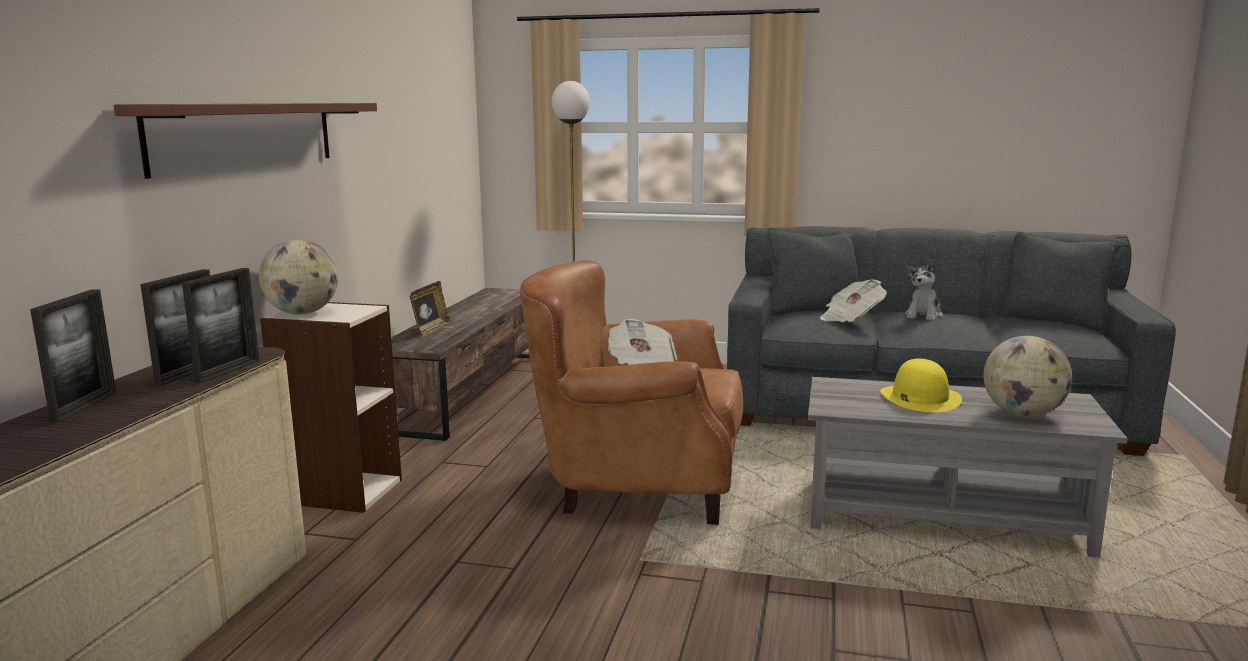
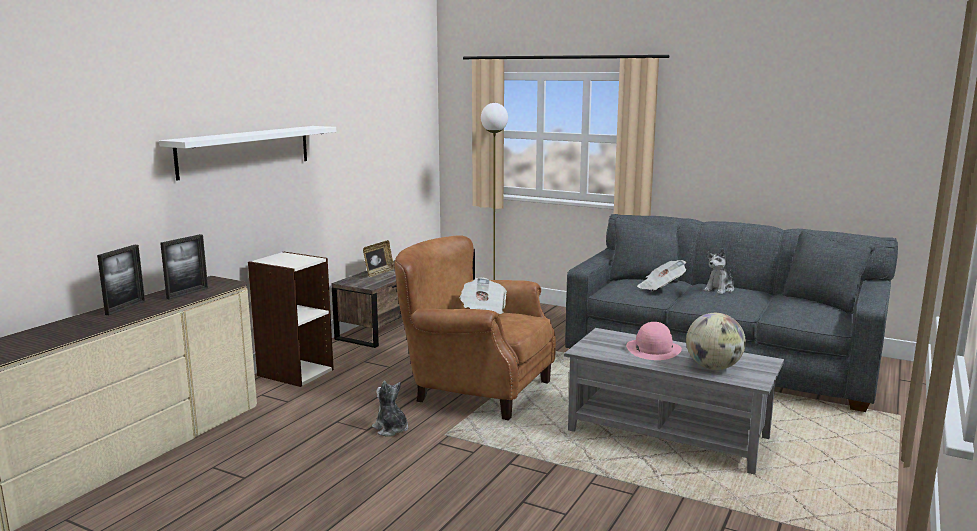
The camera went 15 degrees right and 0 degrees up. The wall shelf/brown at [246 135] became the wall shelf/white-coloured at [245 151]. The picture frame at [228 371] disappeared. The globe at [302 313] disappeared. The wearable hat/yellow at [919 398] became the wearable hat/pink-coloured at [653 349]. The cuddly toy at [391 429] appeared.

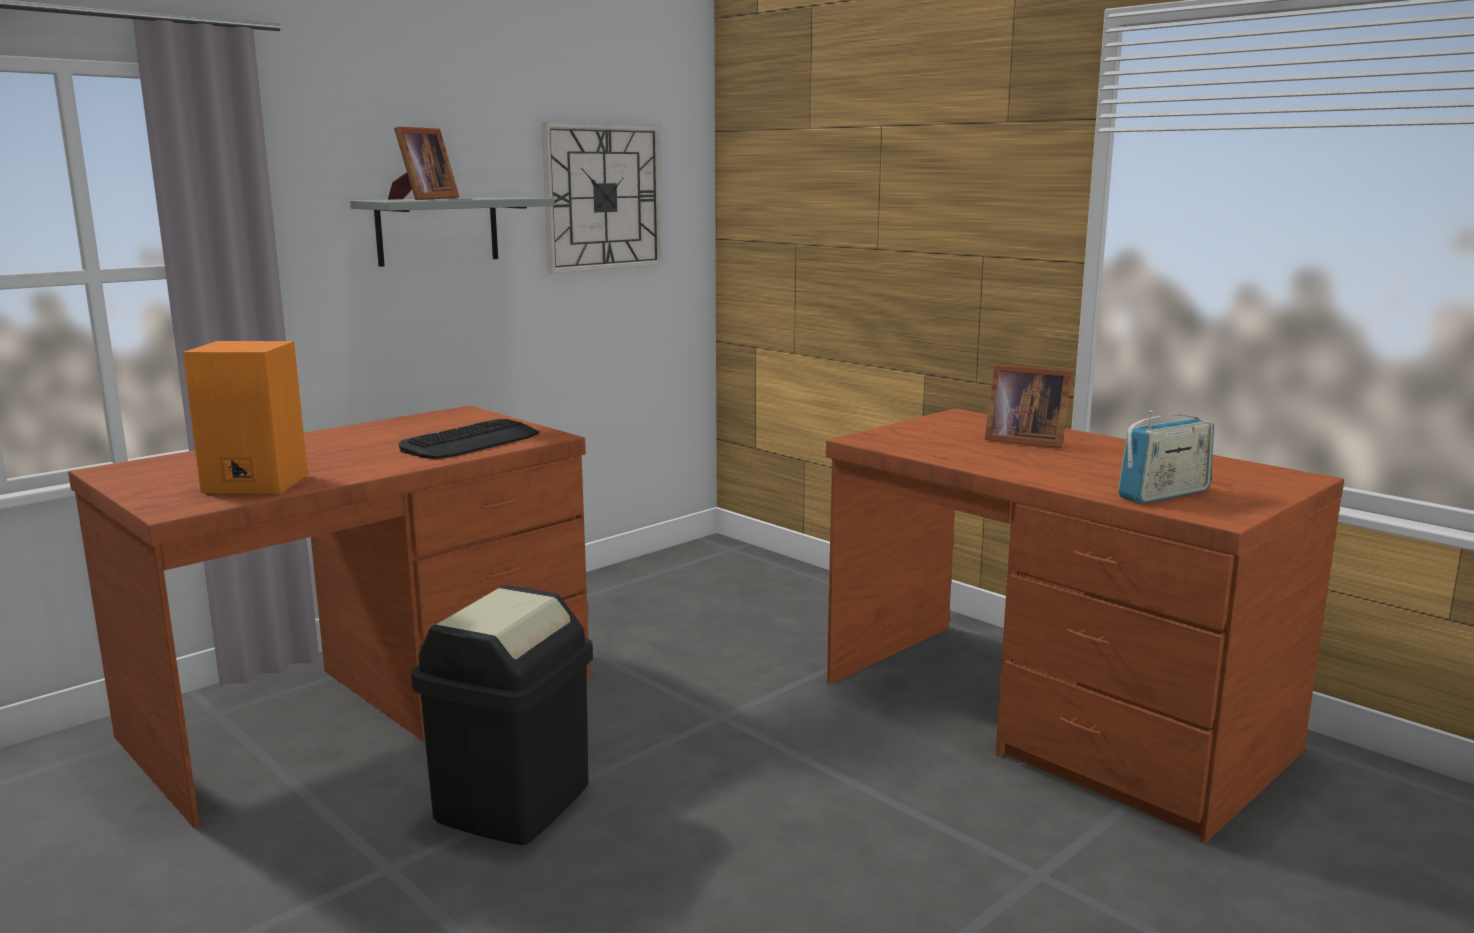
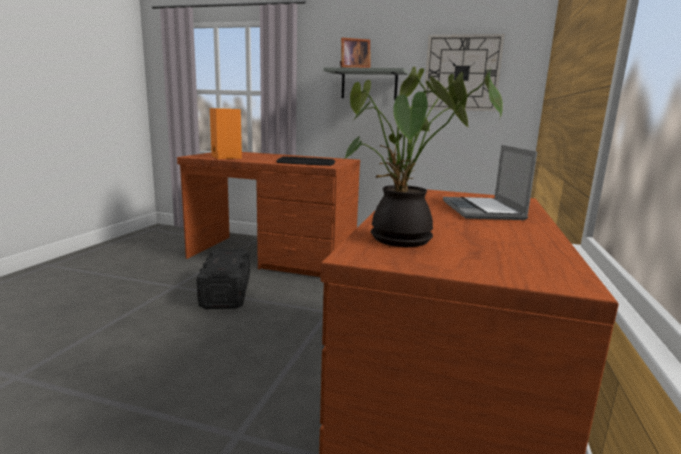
The camera went 60 degrees right and 0 degrees up. The trash can/black-coloured at [511 802] was replaced by the storage bin/black-coloured at [226 292]. The picture frame at [1023 440] was replaced by the notebook computer at [483 211]. The radio set at [1164 494] was replaced by the plant in a pot at [402 241].

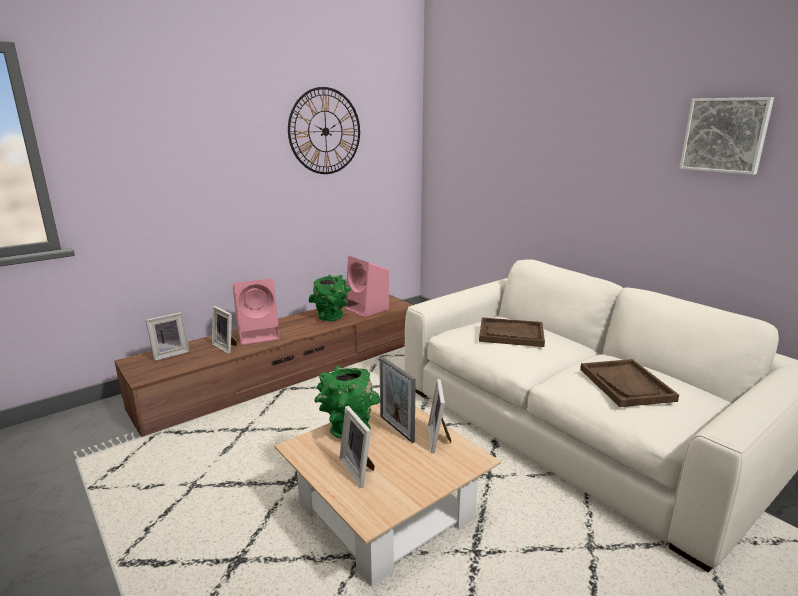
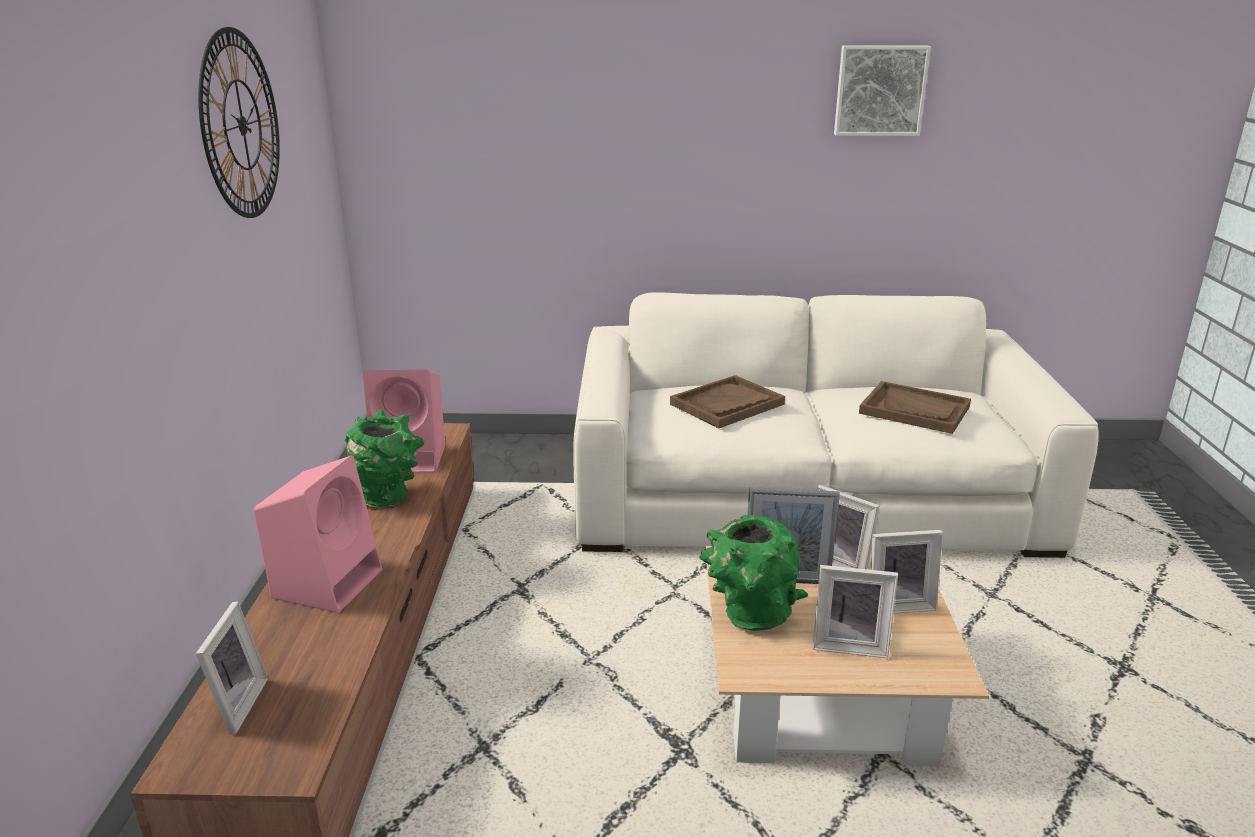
The camera went 50 degrees left and 5 degrees up. The picture frame moved from [226 347] to [897 604].

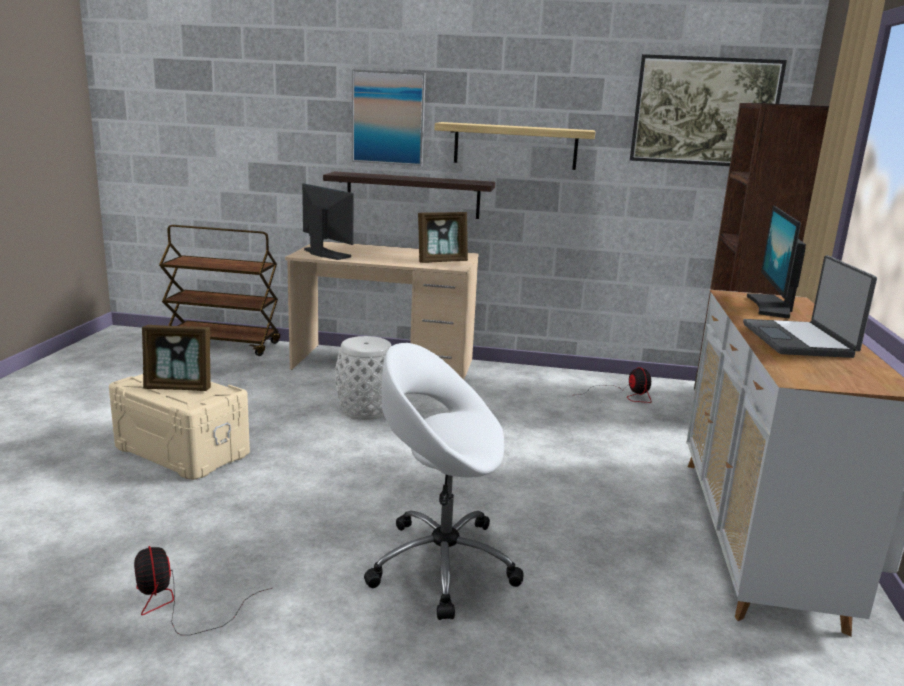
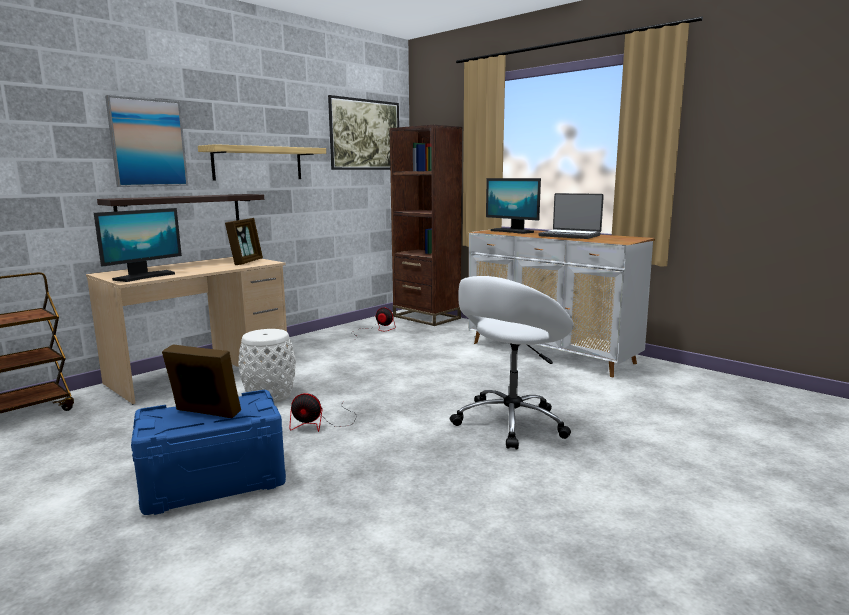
The camera went 55 degrees left and 5 degrees down. The storage bin/beige at [183 450] became the storage bin/blue at [214 481]. The cooling fan moved from [177 605] to [321 423]. The picture frame at [179 387] turned 105 degrees counterclockwise. The computer display at [325 254] turned 135 degrees clockwise.

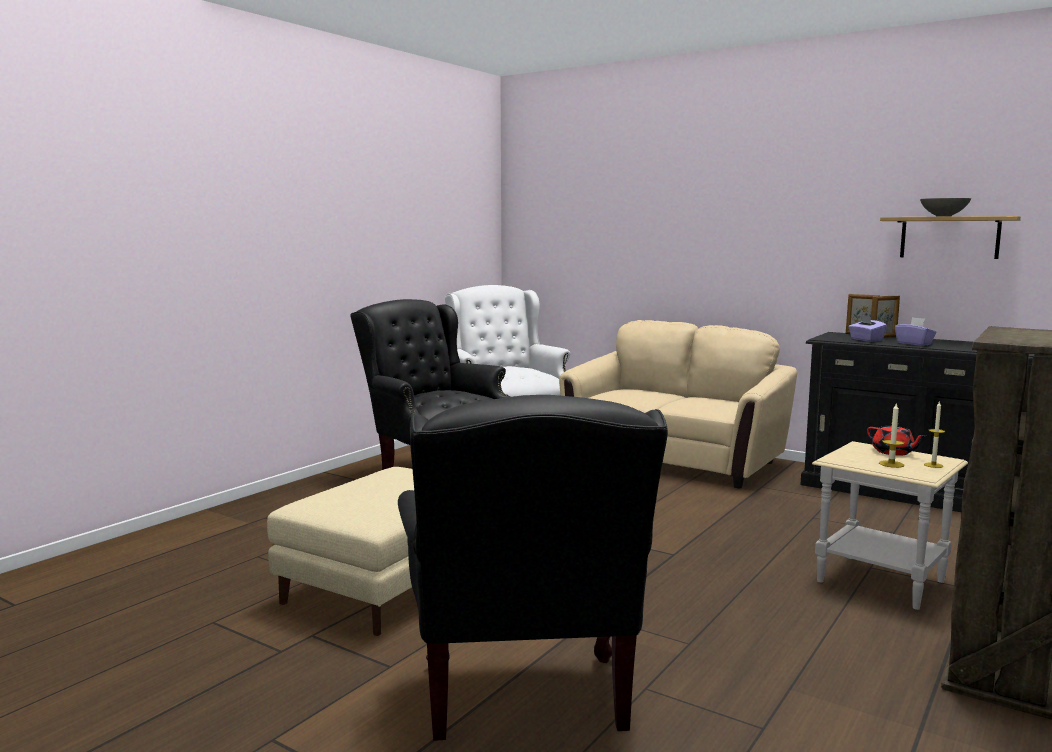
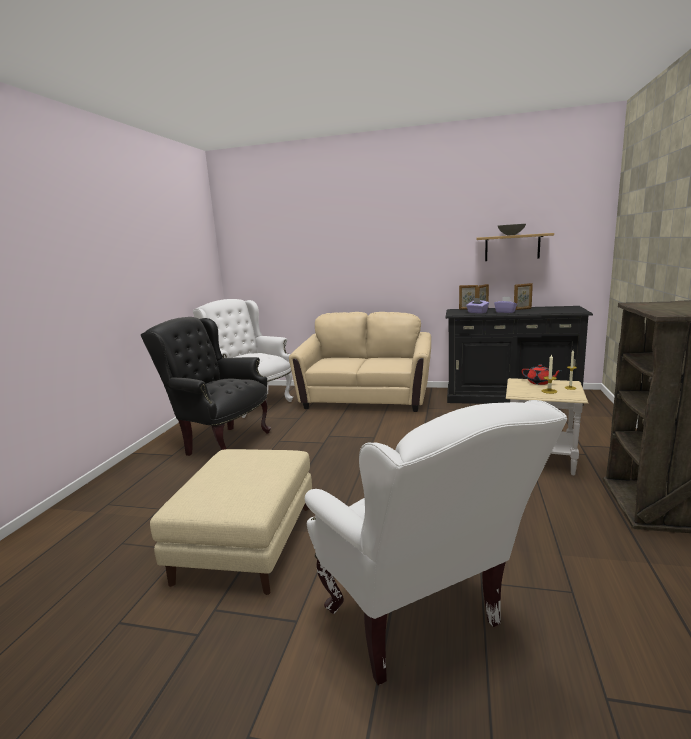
The camera went 20 degrees left and 5 degrees up. The easy chair/black-coloured at [528 712] became the easy chair/white-coloured at [425 631]. The picture frame at [522 309] appeared.

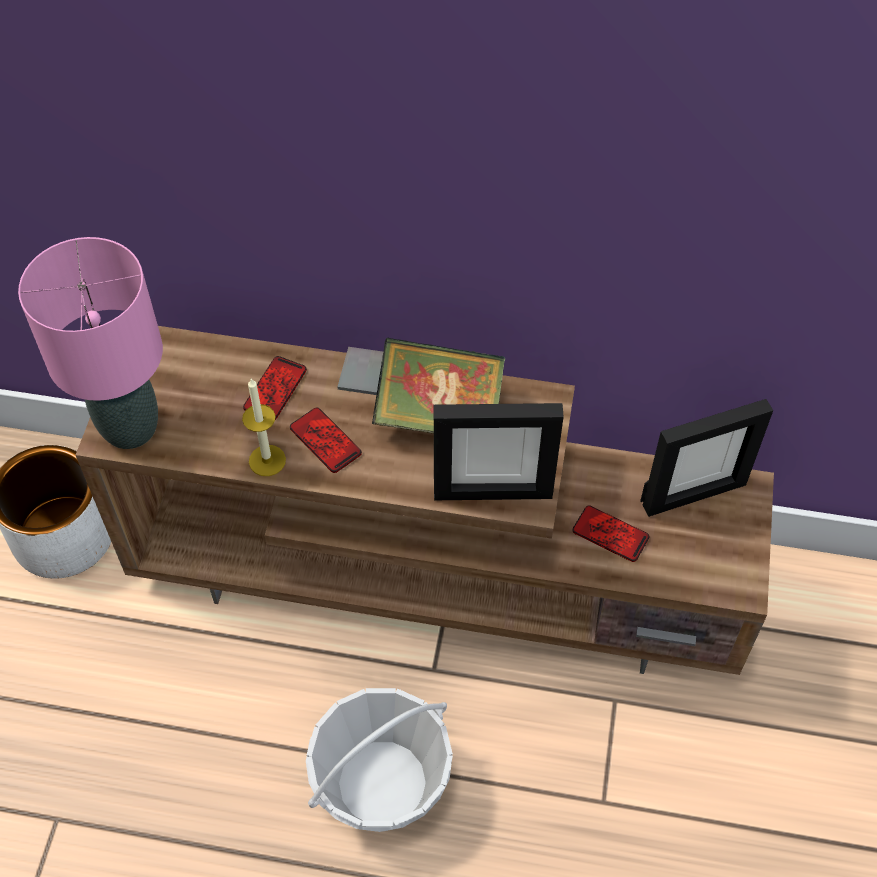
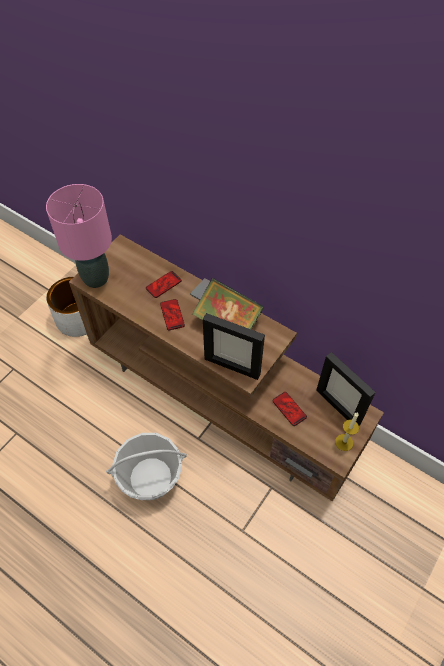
The camera went 25 degrees right and 0 degrees up. The wax light moved from [267 460] to [344 442]. The picture frame at [693 493] turned 45 degrees clockwise.

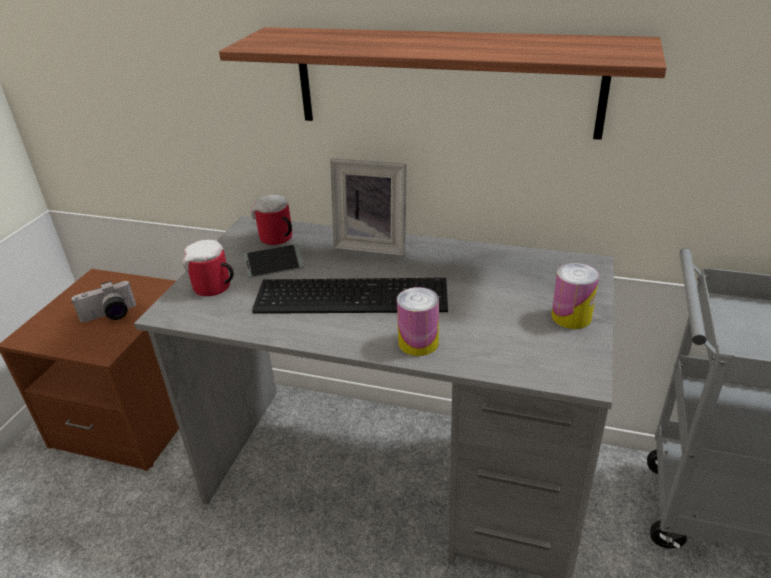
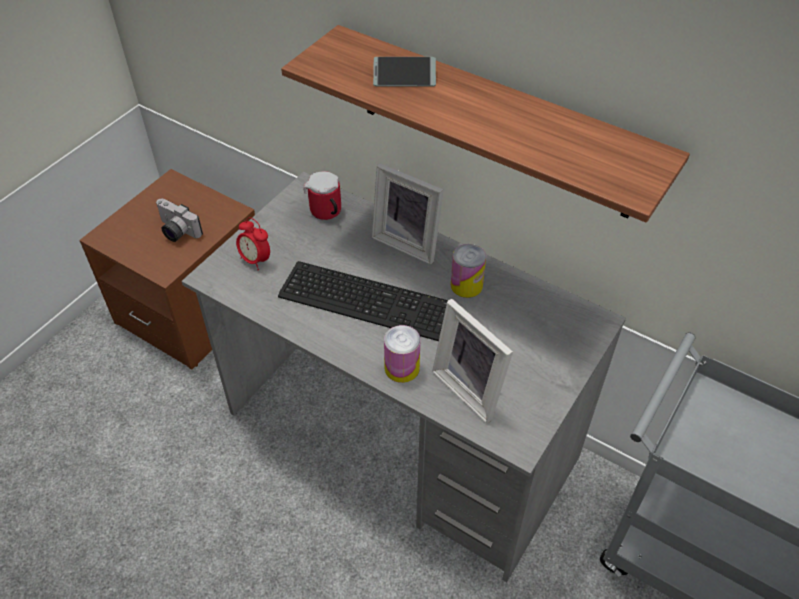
The camera went 15 degrees right and 15 degrees up. The photo camera at [109 316] turned 45 degrees clockwise. The coffee mug at [215 289] was replaced by the bedside clock at [255 260]. The telephone moved from [274 266] to [404 78]. The sealed can moved from [571 317] to [466 285]. The picture frame at [472 387] appeared.

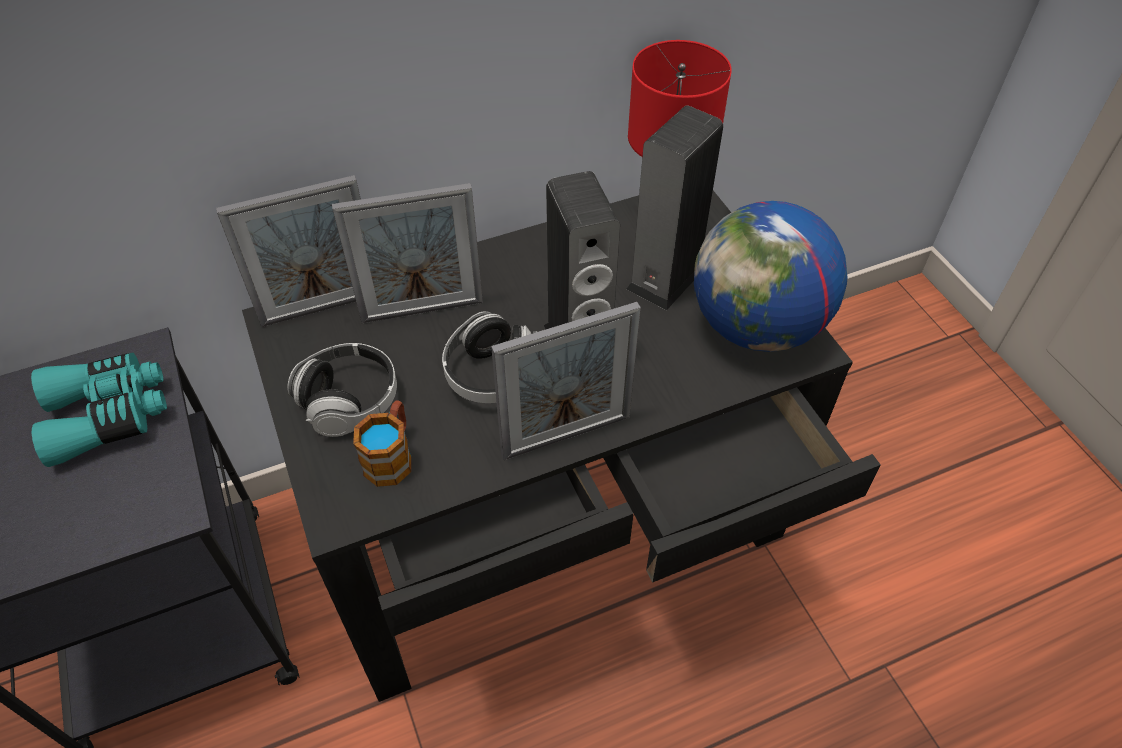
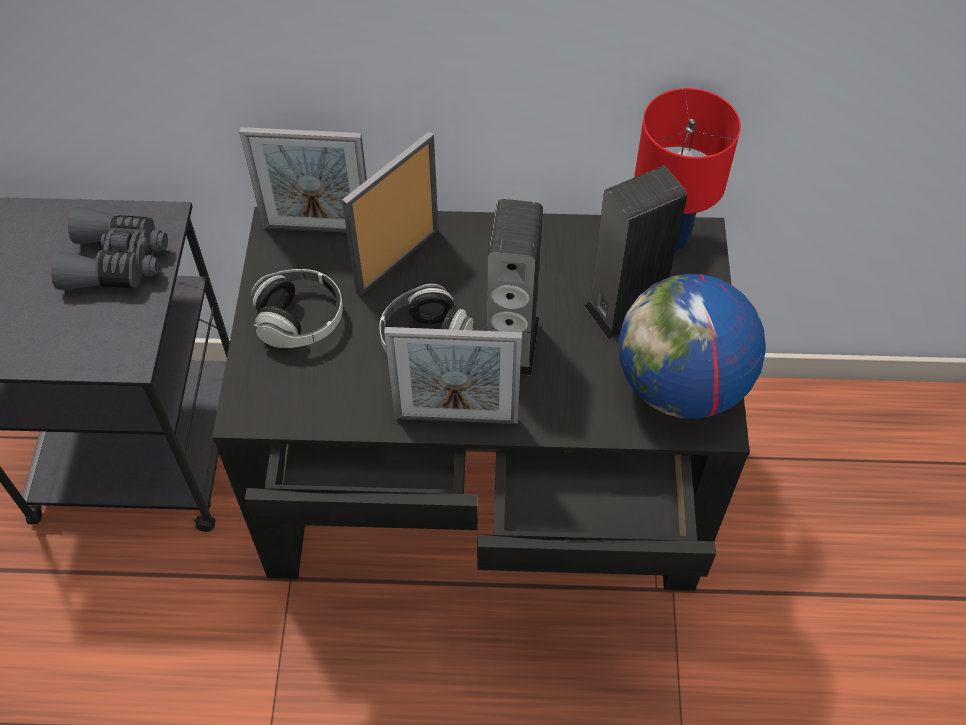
The camera went 25 degrees right and 5 degrees up. The binoculars/blue-green at [109 414] became the binoculars/greyish at [117 262]. The picture frame at [422 310] turned 120 degrees clockwise. The coffee mug at [392 456] disappeared.

